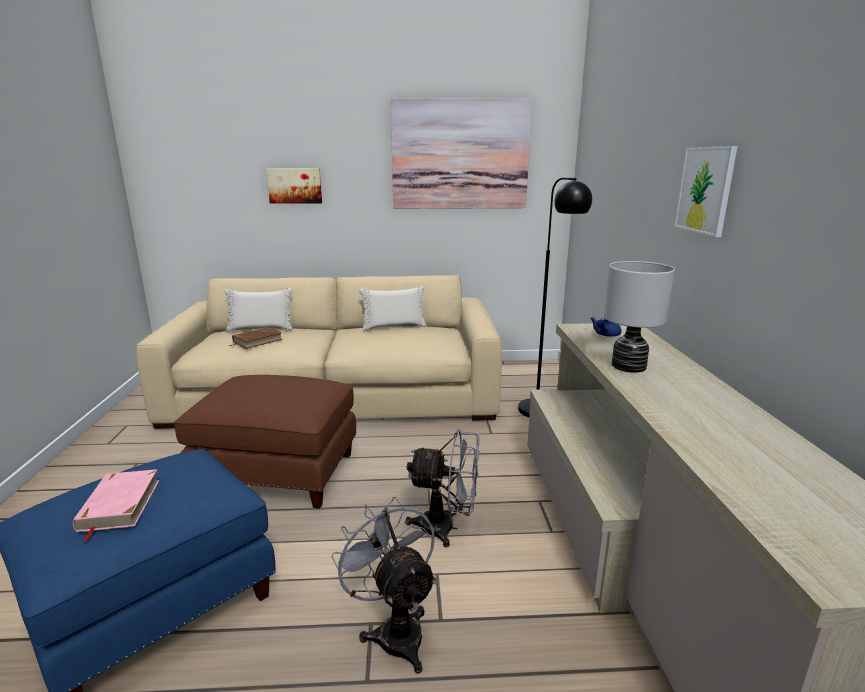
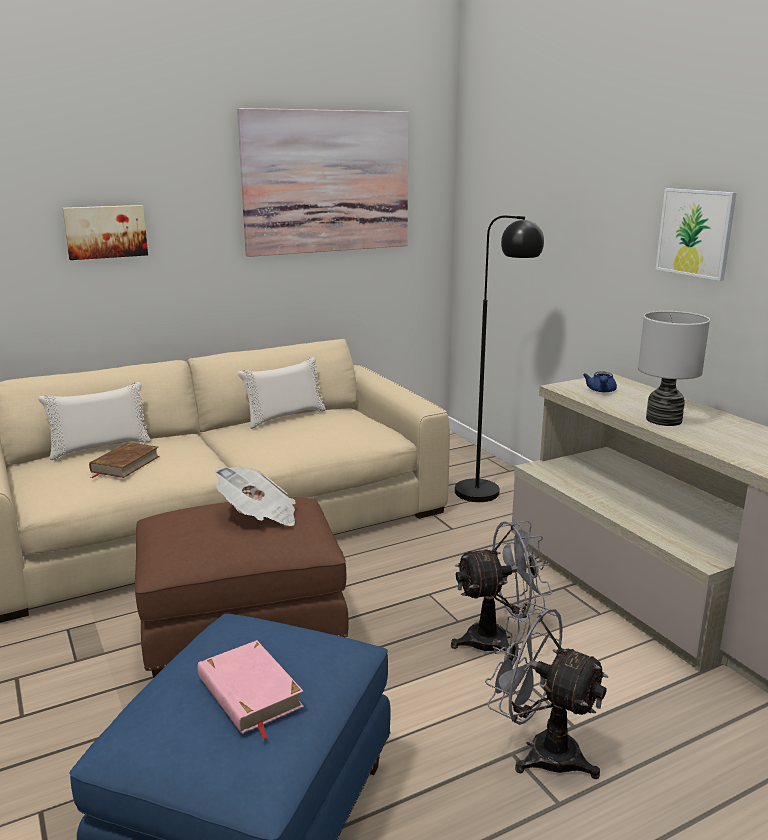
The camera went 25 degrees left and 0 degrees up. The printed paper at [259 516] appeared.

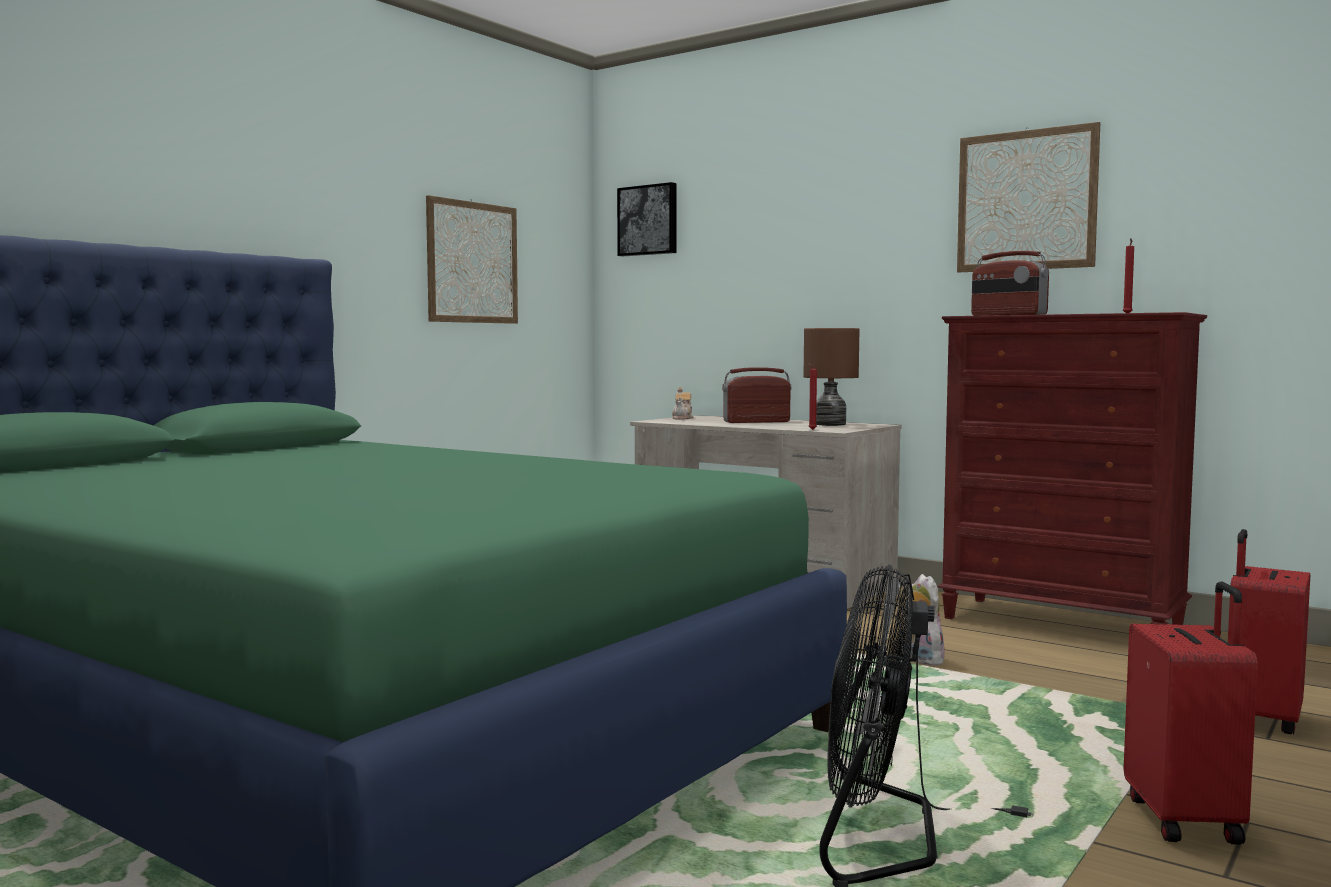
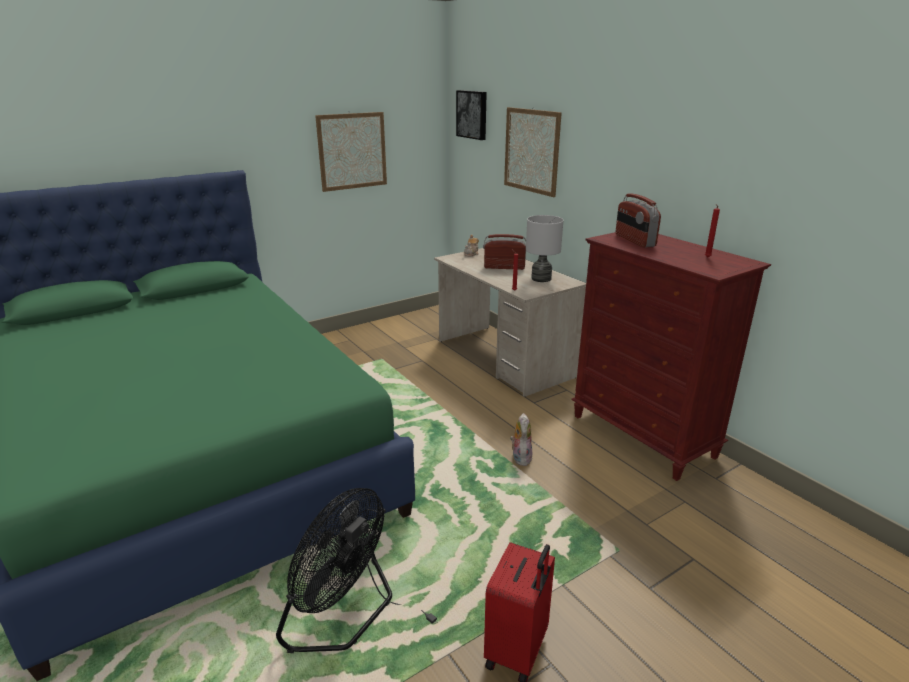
The camera went 20 degrees right and 20 degrees up. The table lamp/brown at [830 424] became the table lamp/greyish at [541 279]. The wall picture moved from [1026 199] to [531 150]. The suitcase/red-coloured at [1260 719] disappeared.

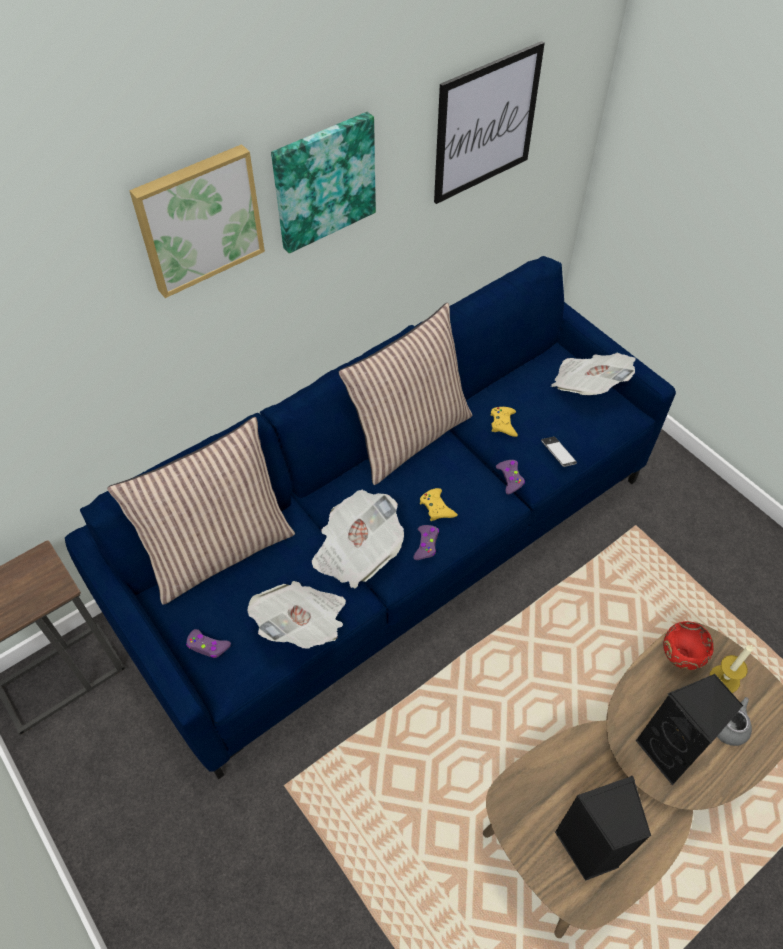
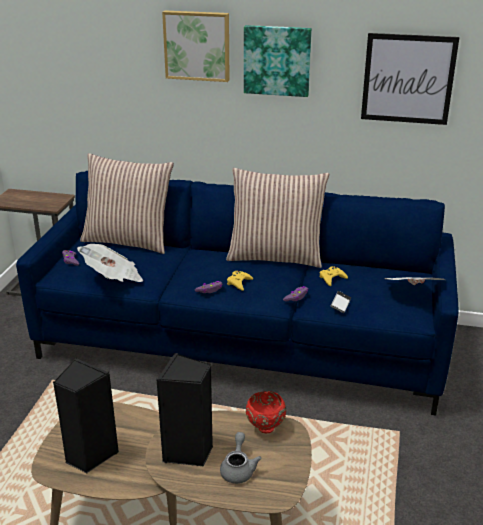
The camera went 50 degrees right and 25 degrees down. The printed paper at [356 551] disappeared. The wax light at [724 679] disappeared.

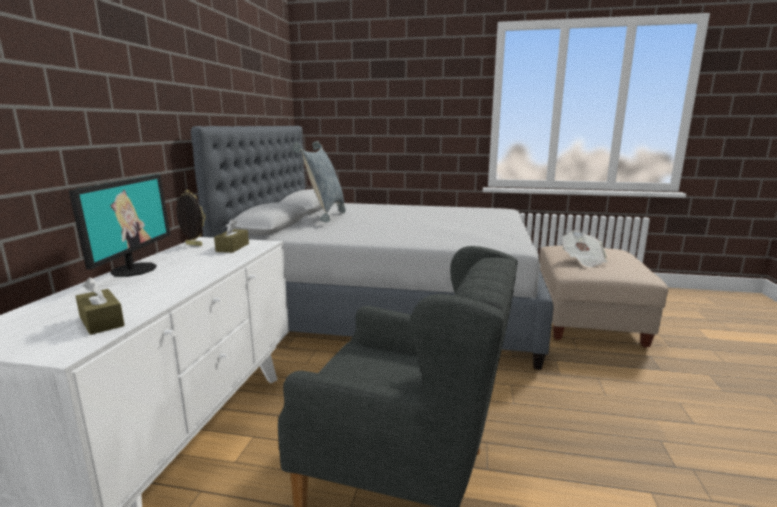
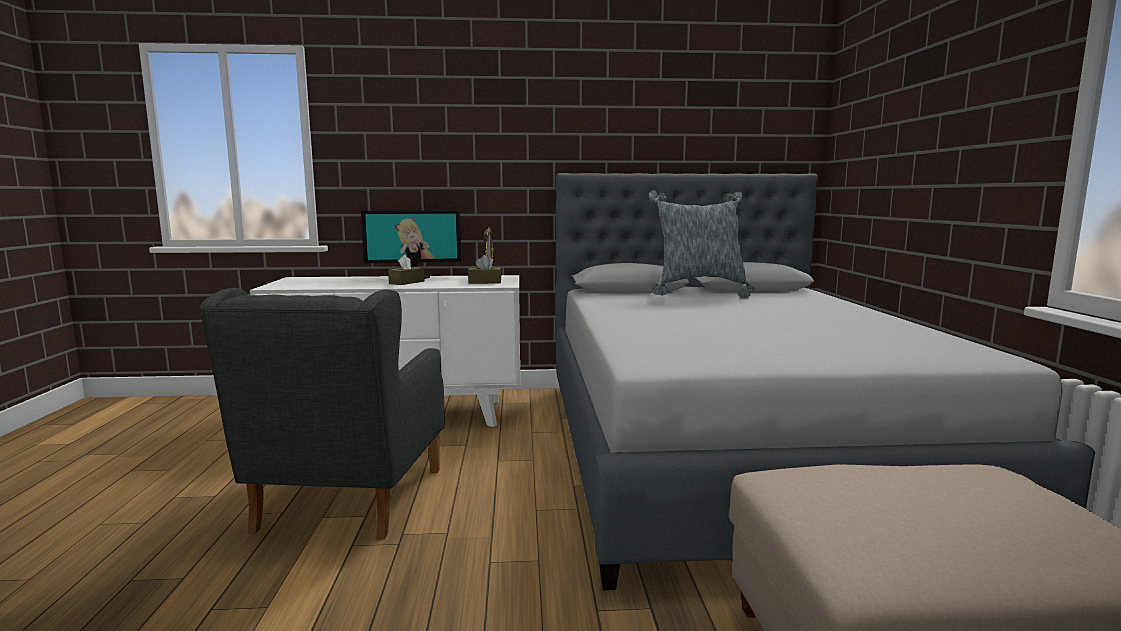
The camera went 75 degrees right and 5 degrees down. The tissue box/brown moved from [101 321] to [406 282]. The printed paper at [583 260] disappeared.

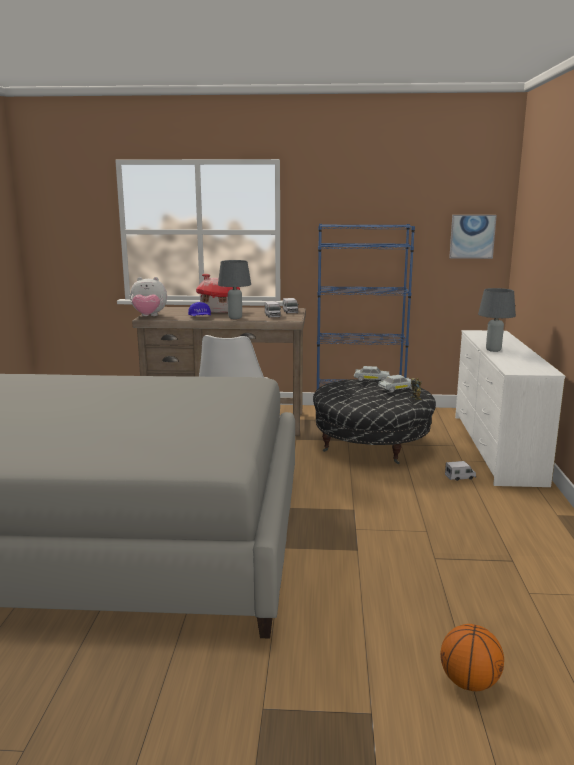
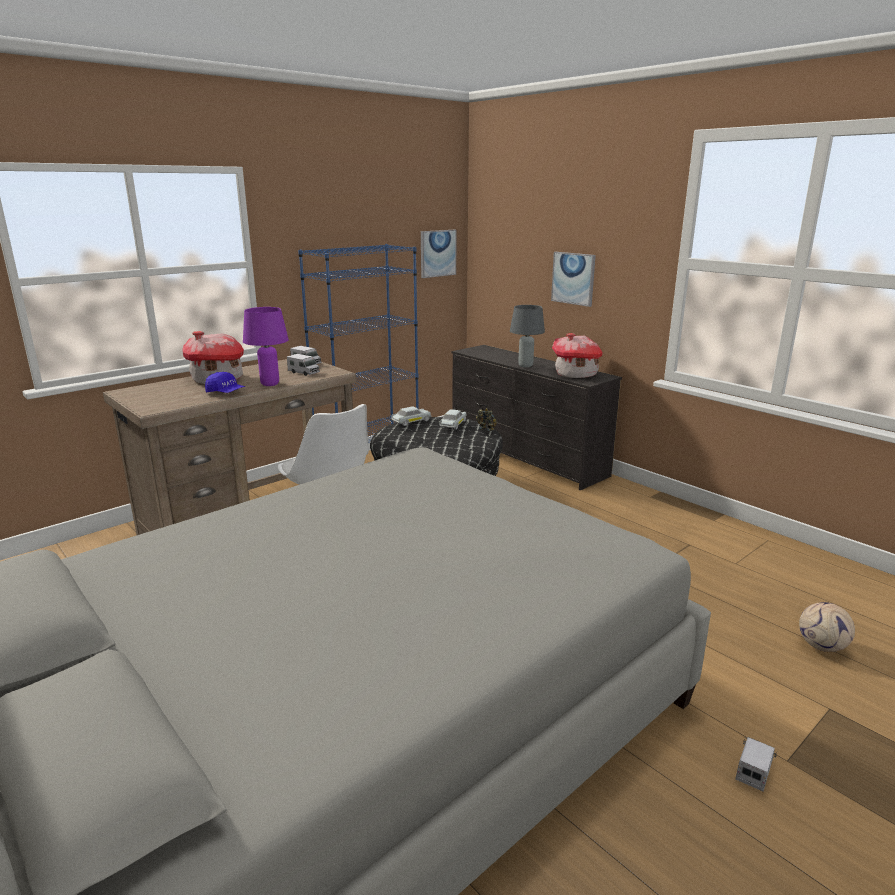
The camera went 45 degrees left and 5 degrees up. The cuddly toy at [149 316] disappeared. The table lamp/greyish at [235 318] became the table lamp/purple at [270 384]. The basketball ball at [469 683] was replaced by the football ball at [822 646]. The model truck moved from [460 477] to [754 770]. The dresser/white-coloured at [495 447] became the dresser/black-coloured at [525 457]. The wall picture at [573 278] appeared. The miniature house at [576 374] appeared.

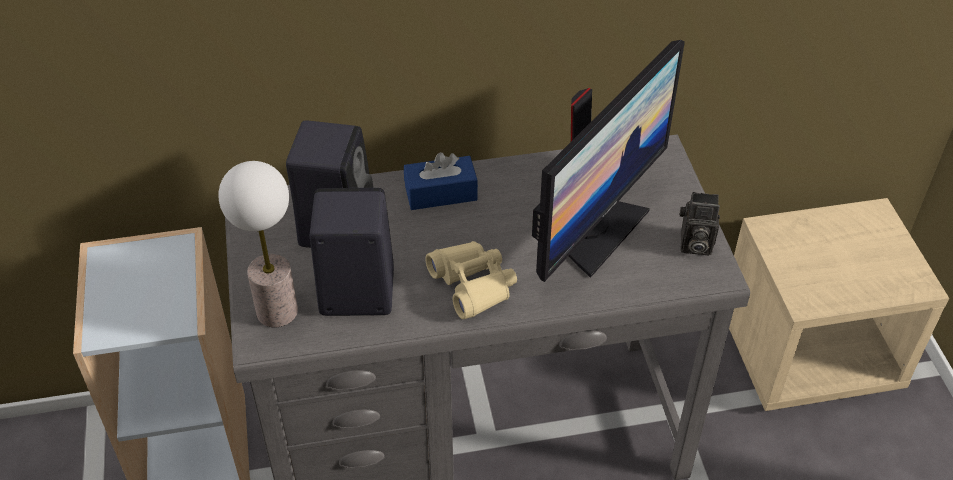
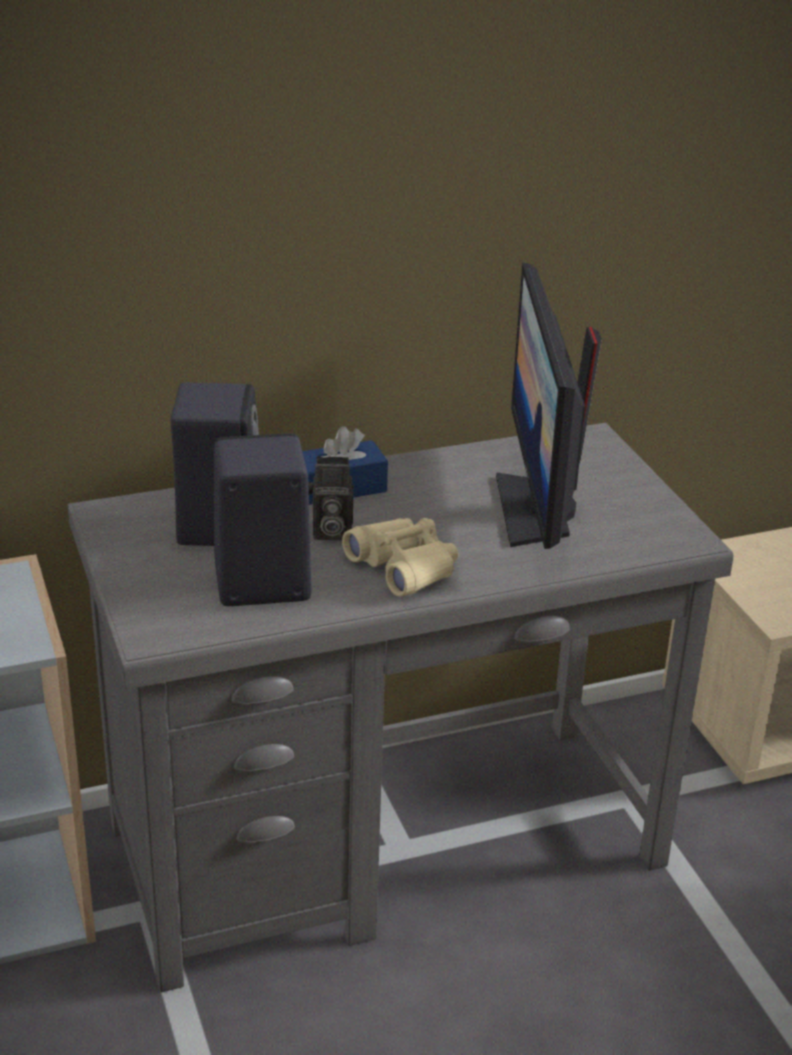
The camera went 10 degrees left and 15 degrees down. The table lamp at [278 311] disappeared. The computer display at [596 231] turned 150 degrees clockwise. The photo camera moved from [693 245] to [329 532].

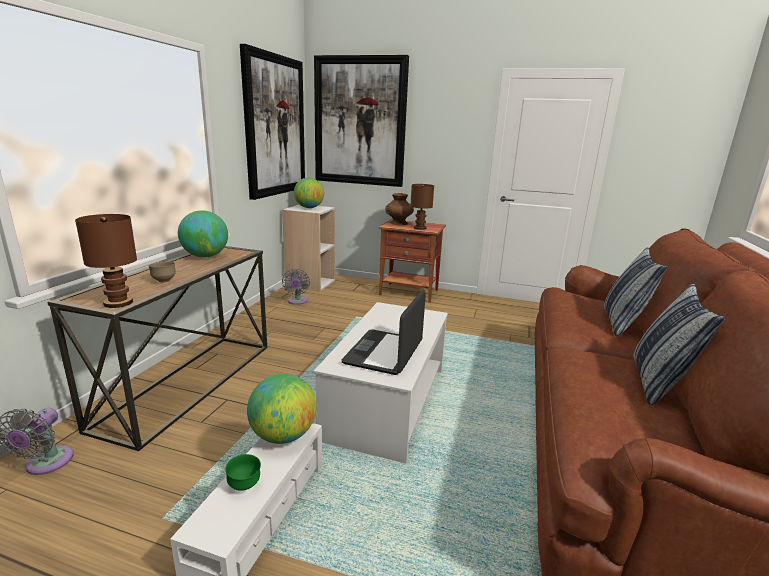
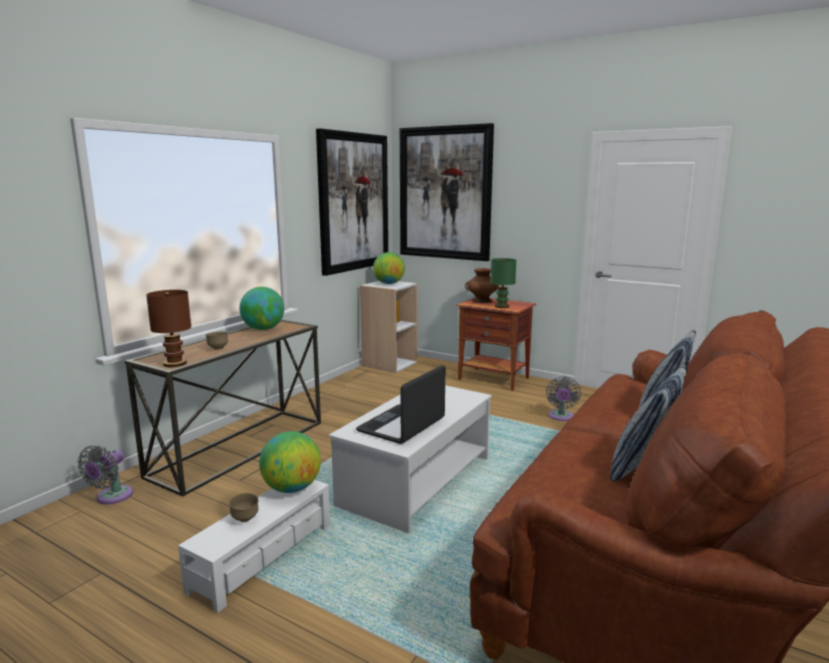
The camera went 15 degrees right and 5 degrees down. The bowl/green-coloured at [244 486] became the bowl/brown at [245 519]. The cooling fan/greyish moved from [297 301] to [561 417]. The table lamp/brown at [420 228] became the table lamp/green-coloured at [502 306].

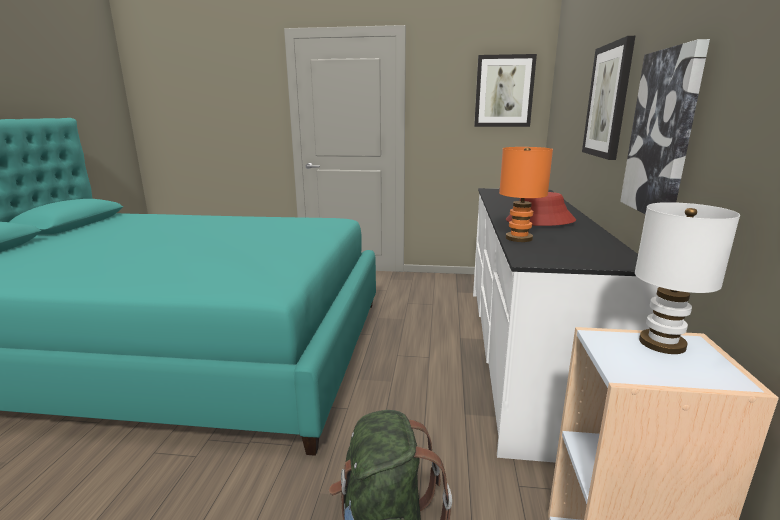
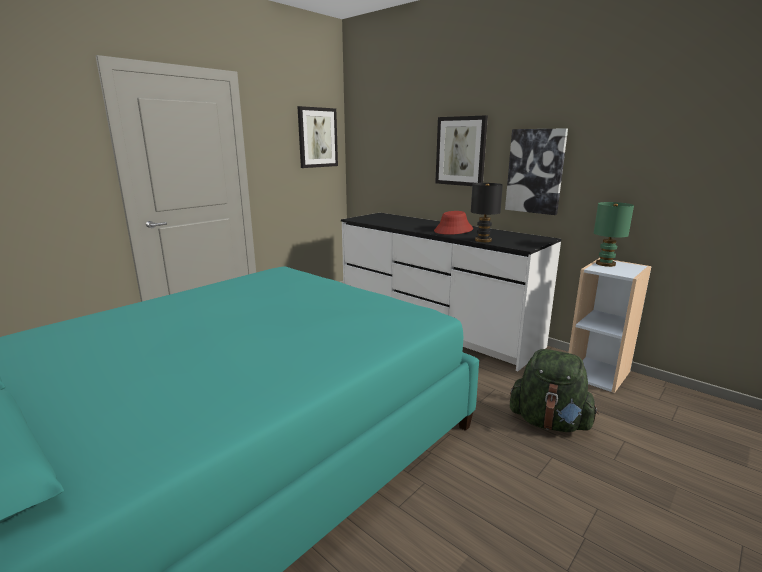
The camera went 55 degrees left and 0 degrees up. The table lamp/orangey at [518 238] became the table lamp/black-coloured at [482 240]. The table lamp/white-coloured at [662 343] became the table lamp/green-coloured at [605 264].

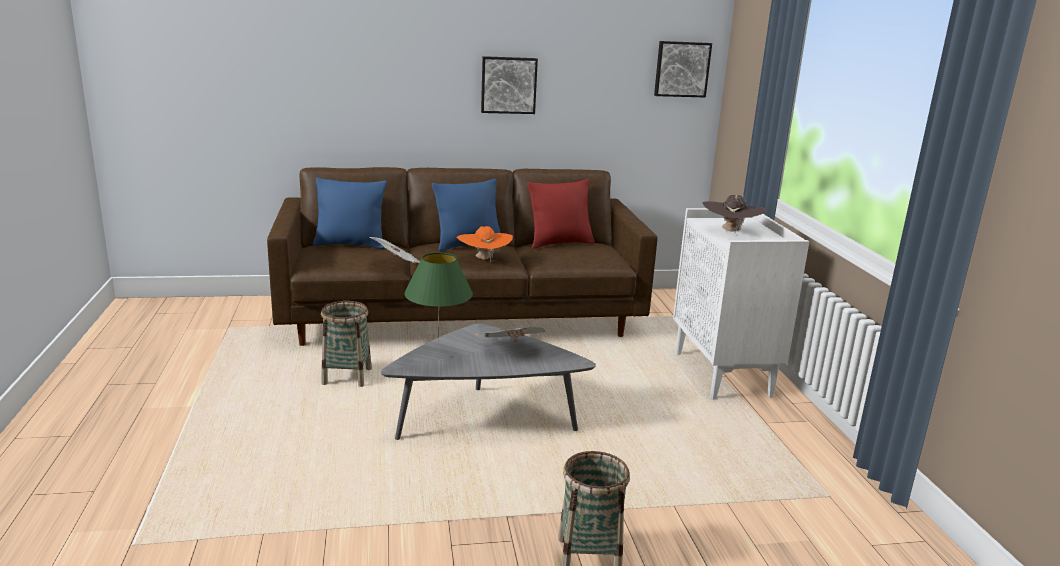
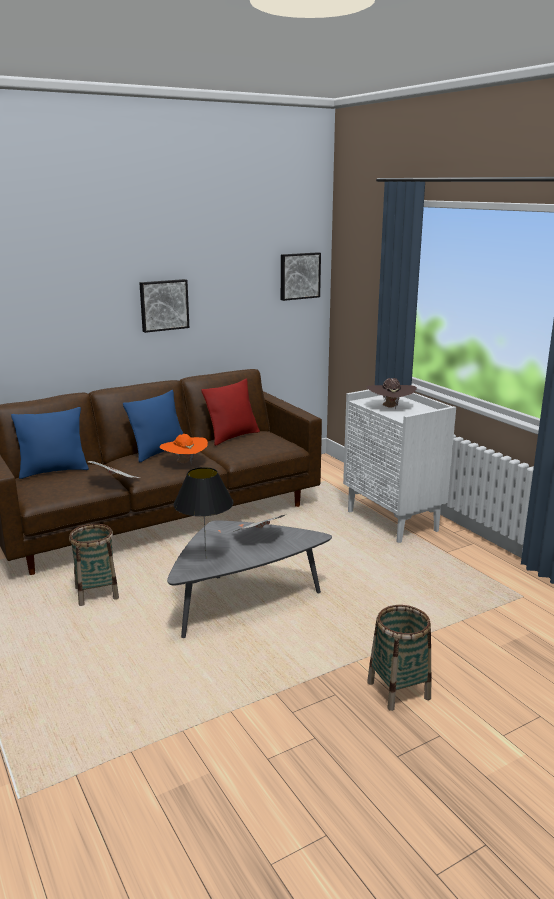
The camera went 20 degrees left and 0 degrees up. The table lamp/green-coloured at [438 357] became the table lamp/black-coloured at [205 558].

